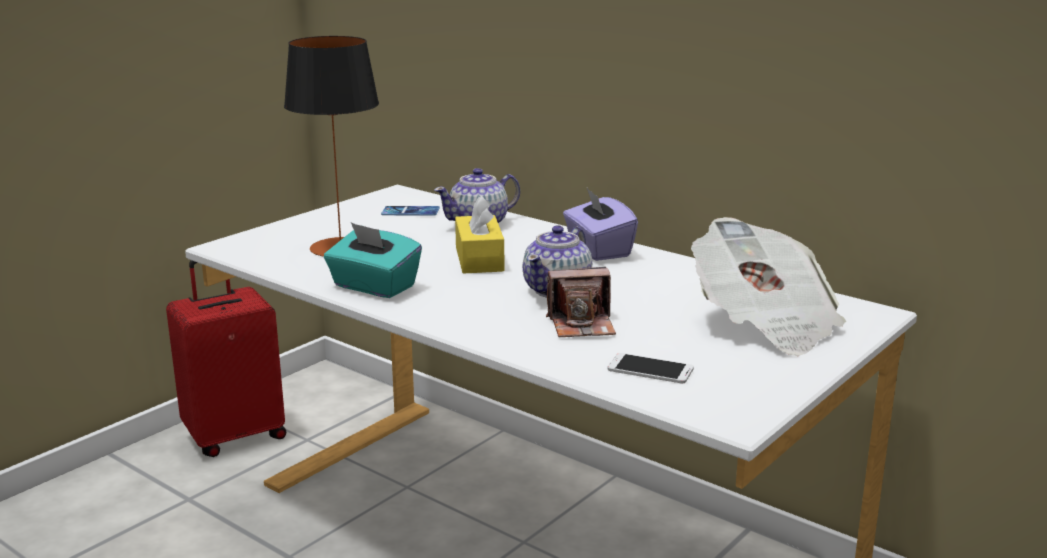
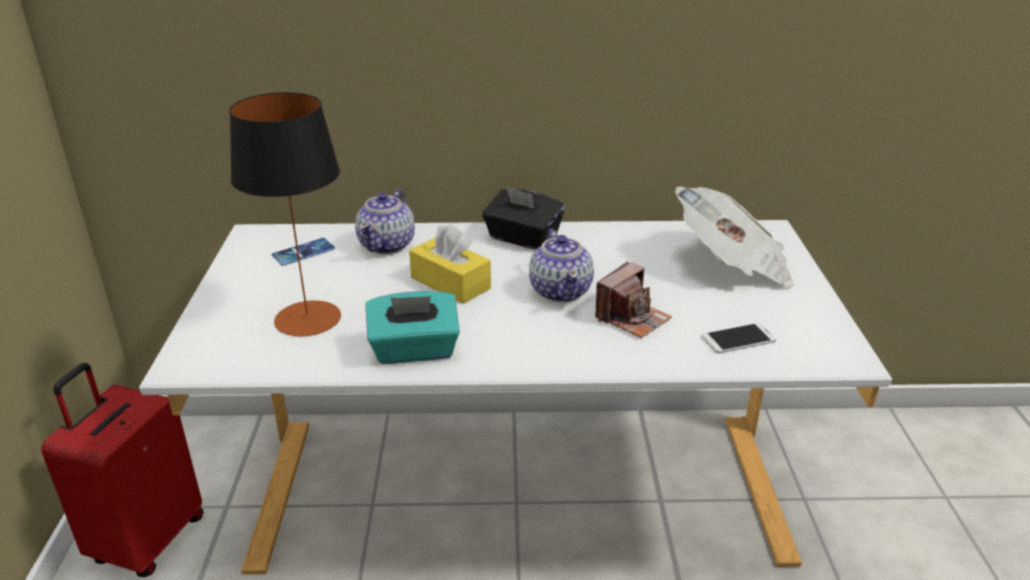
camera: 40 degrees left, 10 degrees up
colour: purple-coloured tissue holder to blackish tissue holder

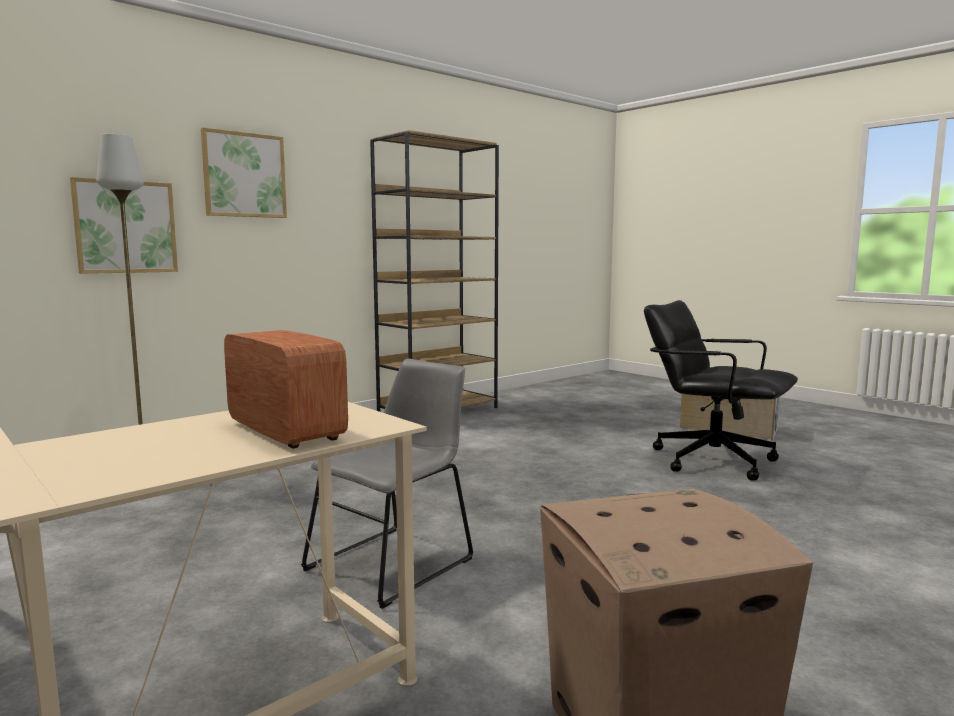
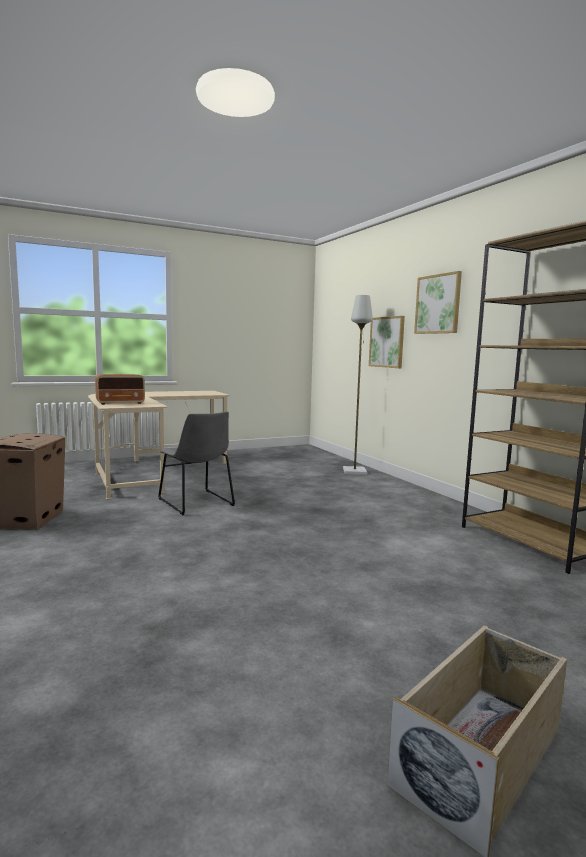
camera: 105 degrees right, 0 degrees up
missing: blackish office chair

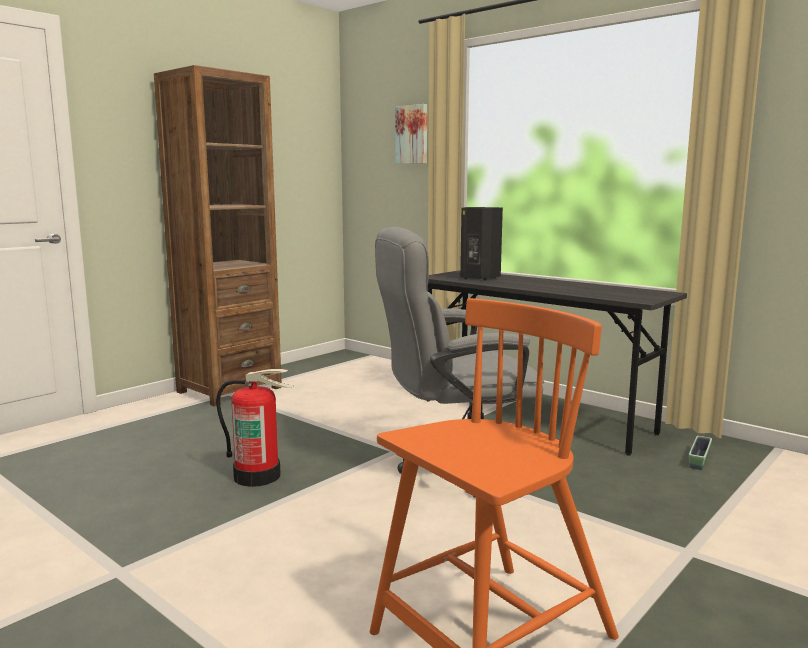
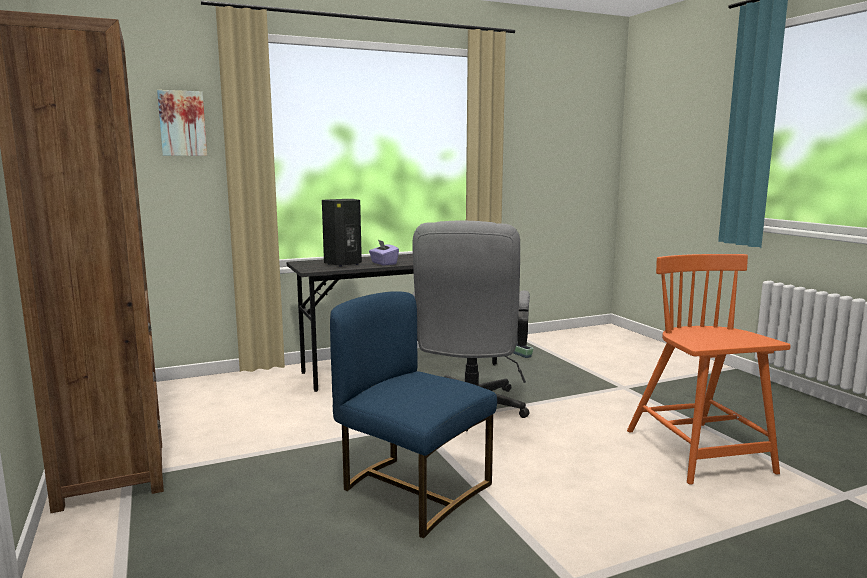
camera: 65 degrees left, 0 degrees up
appeared: purple-coloured tissue holder
exchanged: extinguisher to blue upright chair

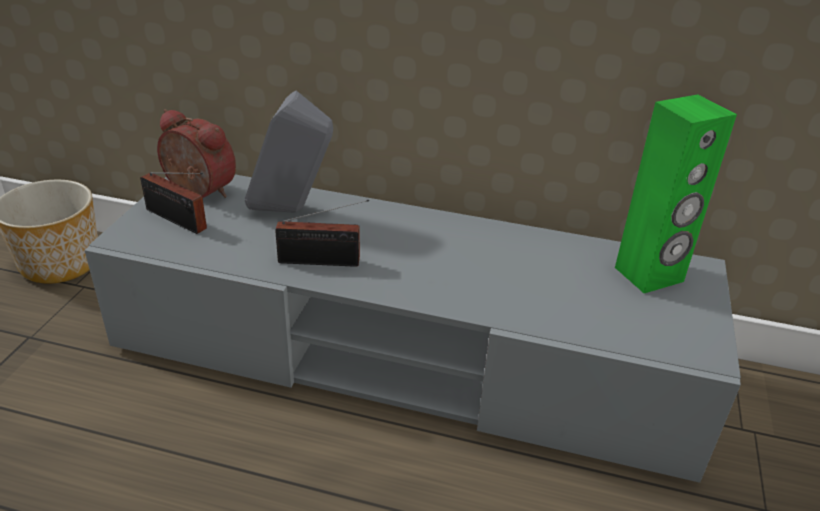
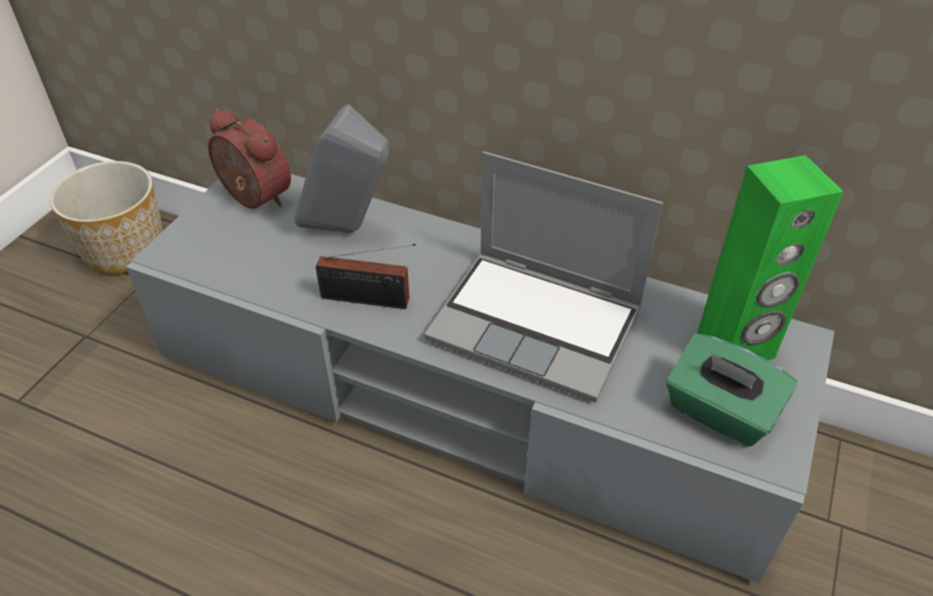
camera: 10 degrees right, 10 degrees up
missing: radio receiver (no. 1 from left)
appeared: portable computer; greenish tissue holder

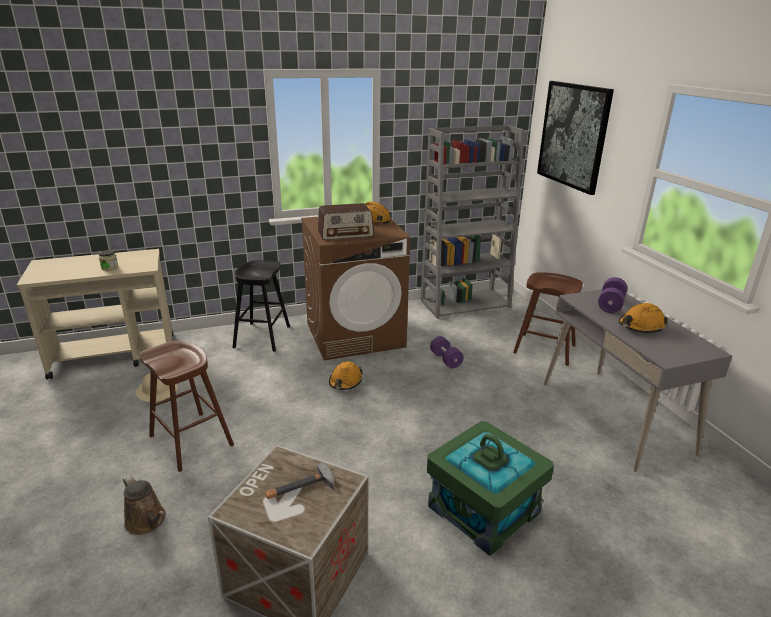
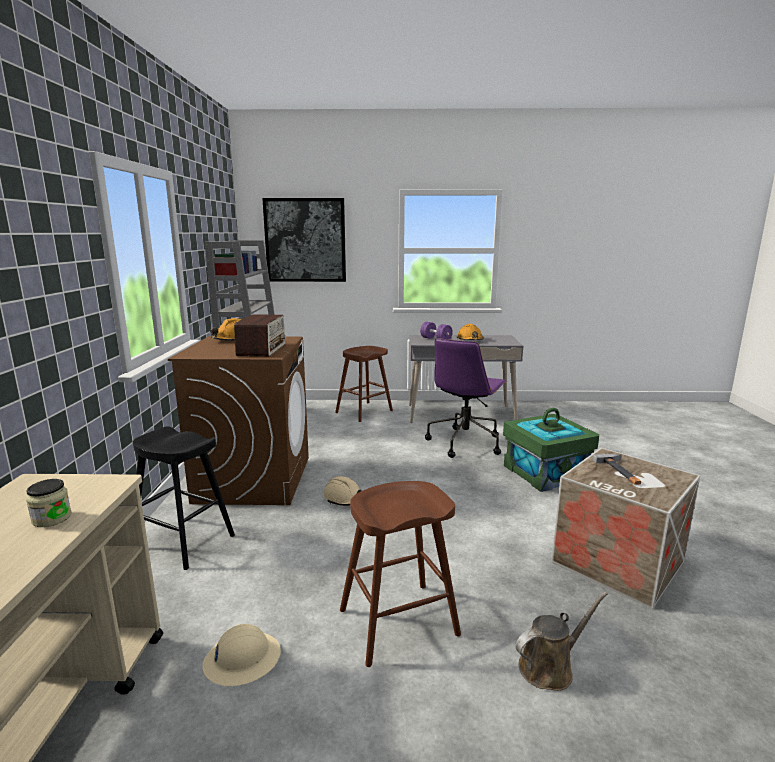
camera: 70 degrees left, 10 degrees down
missing: purple-coloured hand weight (no. 1 from left)
appeared: purple-coloured office chair
colour: orangey safety helmet (no. 1 from left) to beige safety helmet (no. 2 from left)

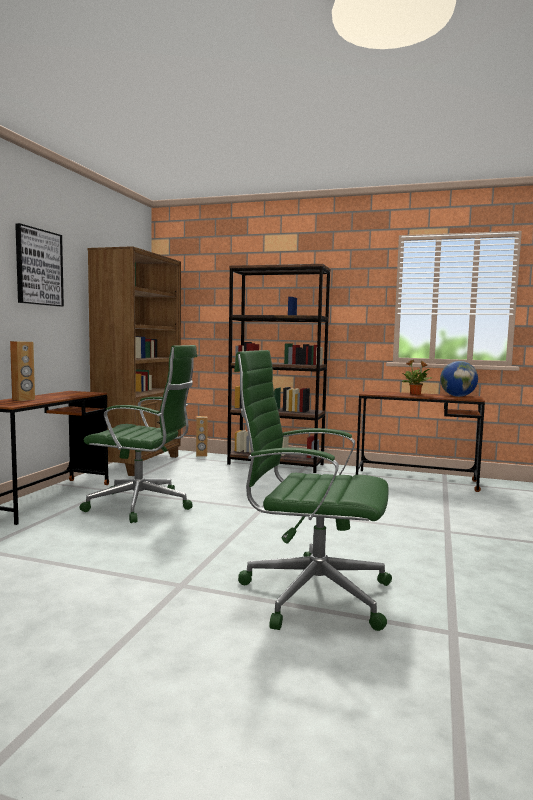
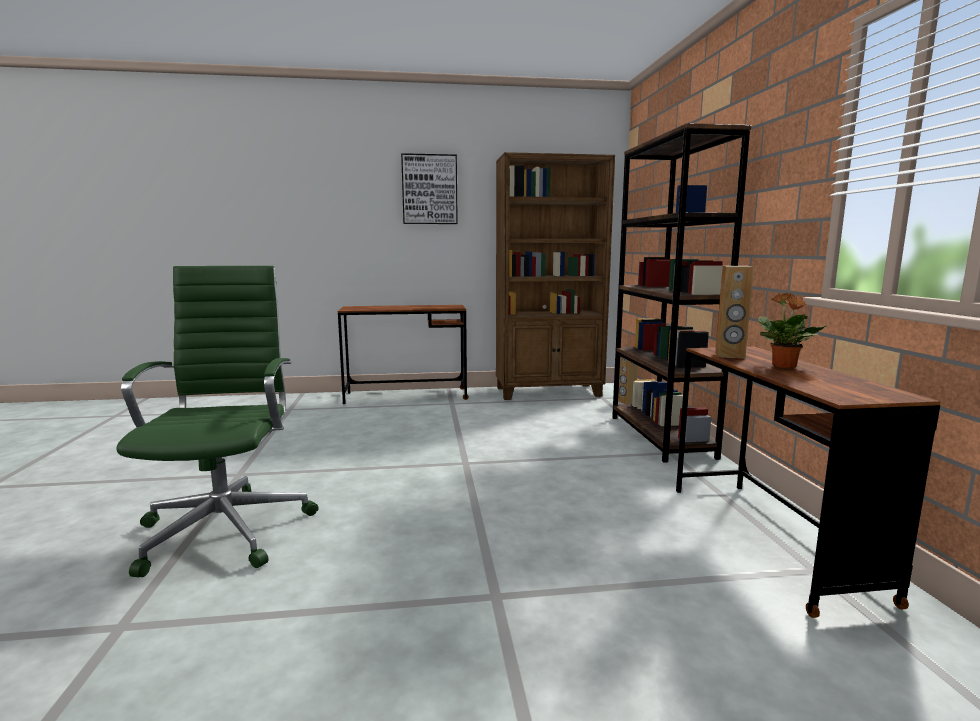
camera: 65 degrees right, 5 degrees up
missing: greenish office chair (no. 1 from left); world globe
relocated: brown speaker (no. 1 from left in the first image) to brown speaker (no. 2 from left)

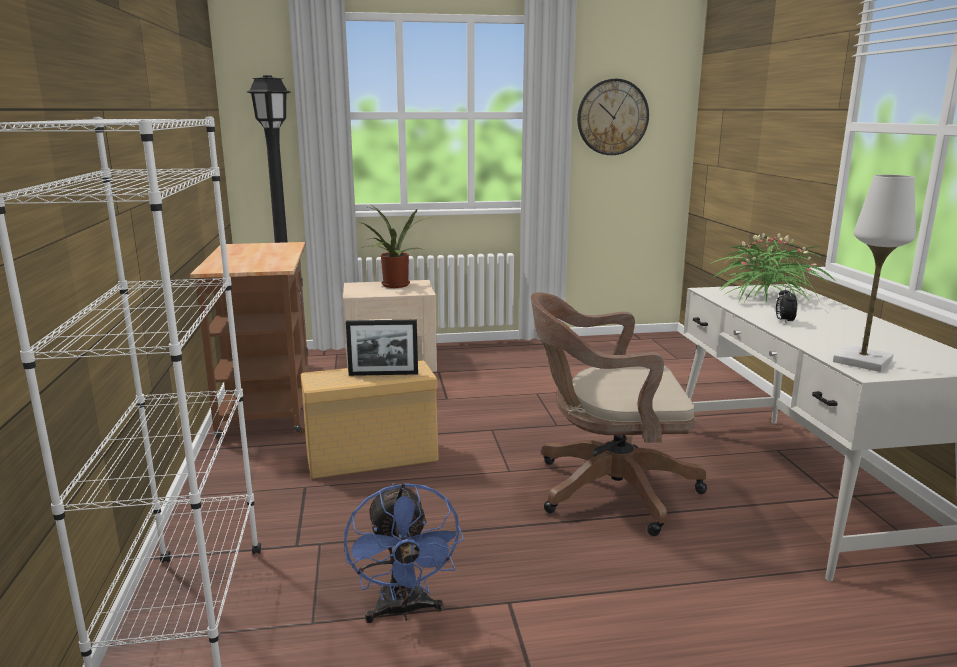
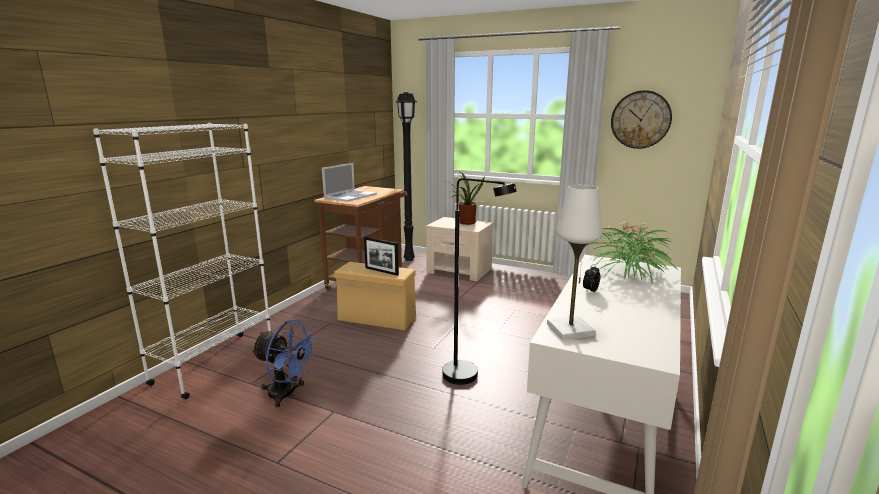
camera: 35 degrees right, 0 degrees up
appeared: portable computer
exchanged: brown office chair to blackish standard lamp (no. 2 from left)
spun: blue cooling fan 90 degrees counterclockwise

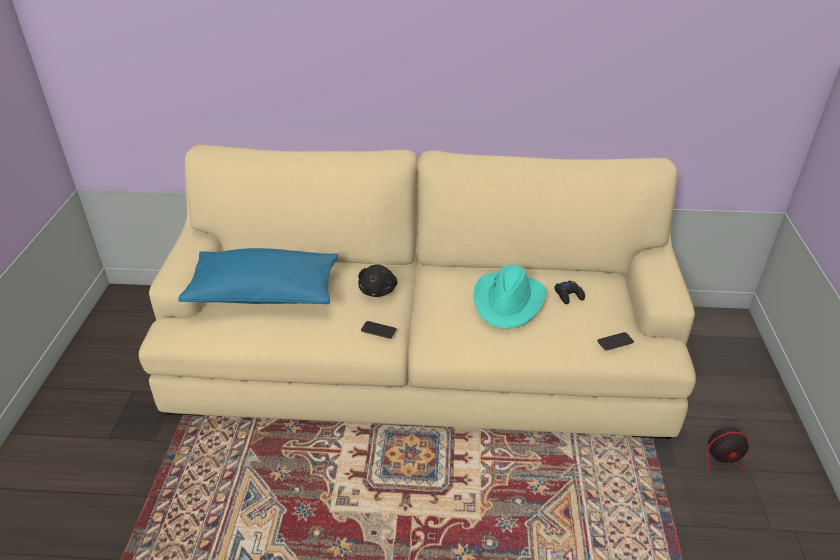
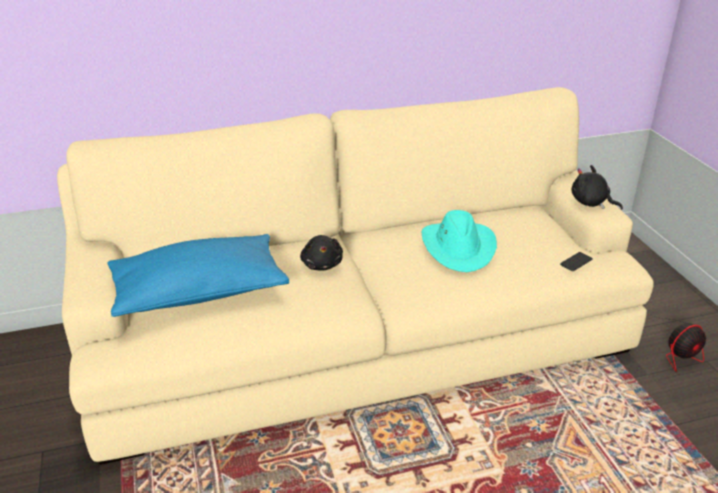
camera: 20 degrees left, 5 degrees down
missing: blackish gamepad; telephone (no. 1 from left)
appeared: blackish cuddly toy (no. 2 from left)

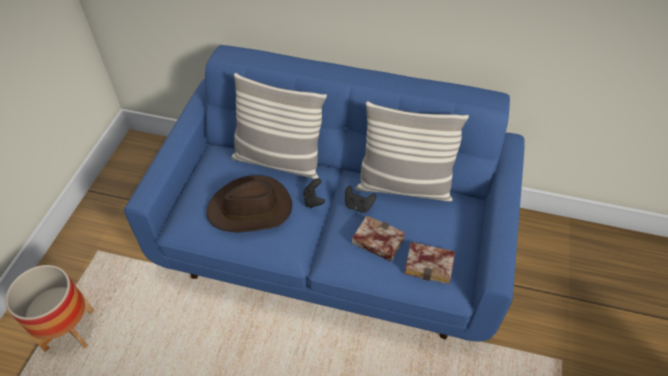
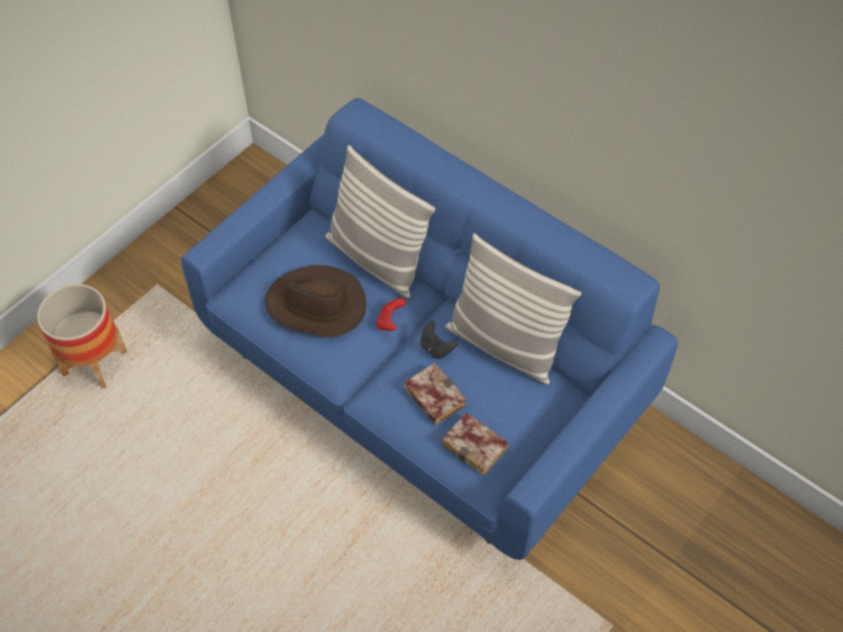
camera: 25 degrees right, 5 degrees up
colour: blackish gamepad (no. 1 from left) to red-coloured gamepad

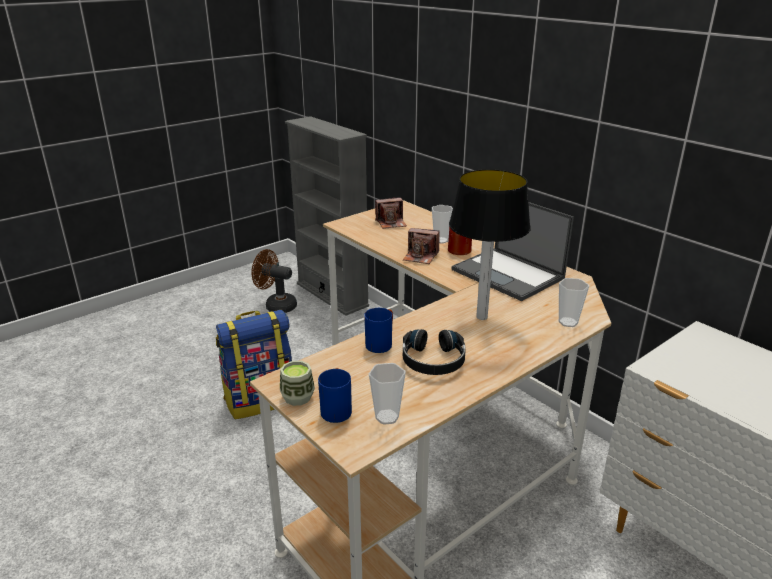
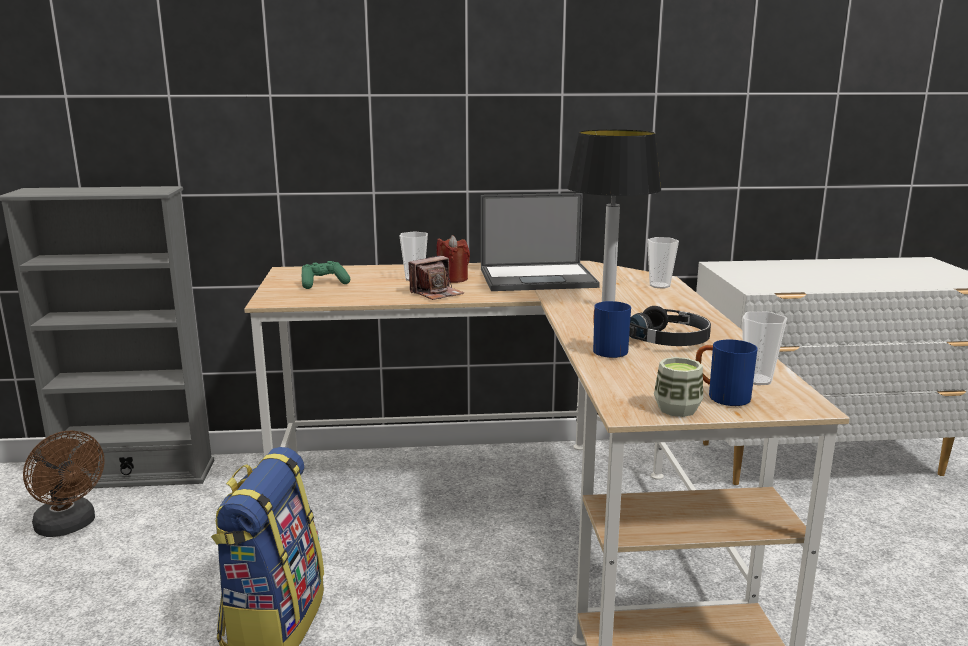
camera: 55 degrees left, 10 degrees down
exchanged: still camera (no. 1 from left) to greenish gamepad
spun: brown cooling fan 105 degrees counterclockwise

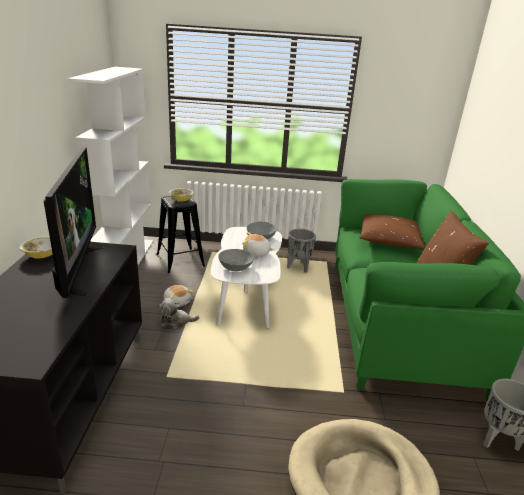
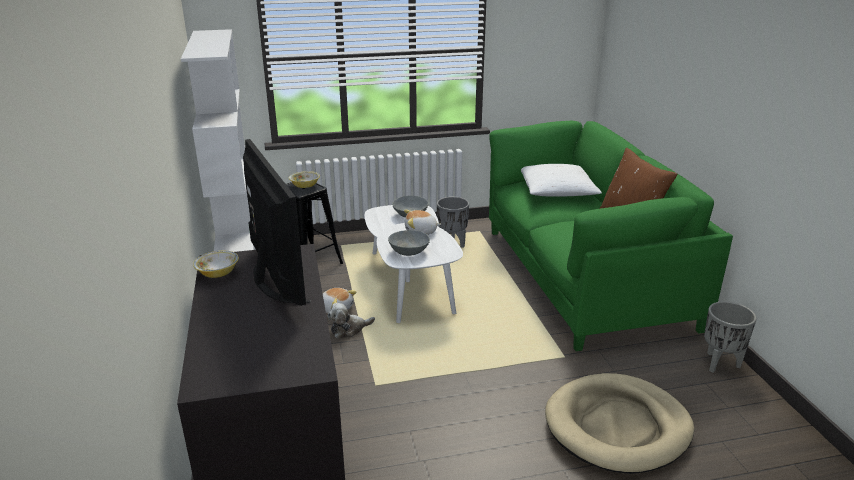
camera: 15 degrees left, 0 degrees up
colour: brown cushion (no. 1 from left) to white-coloured cushion

